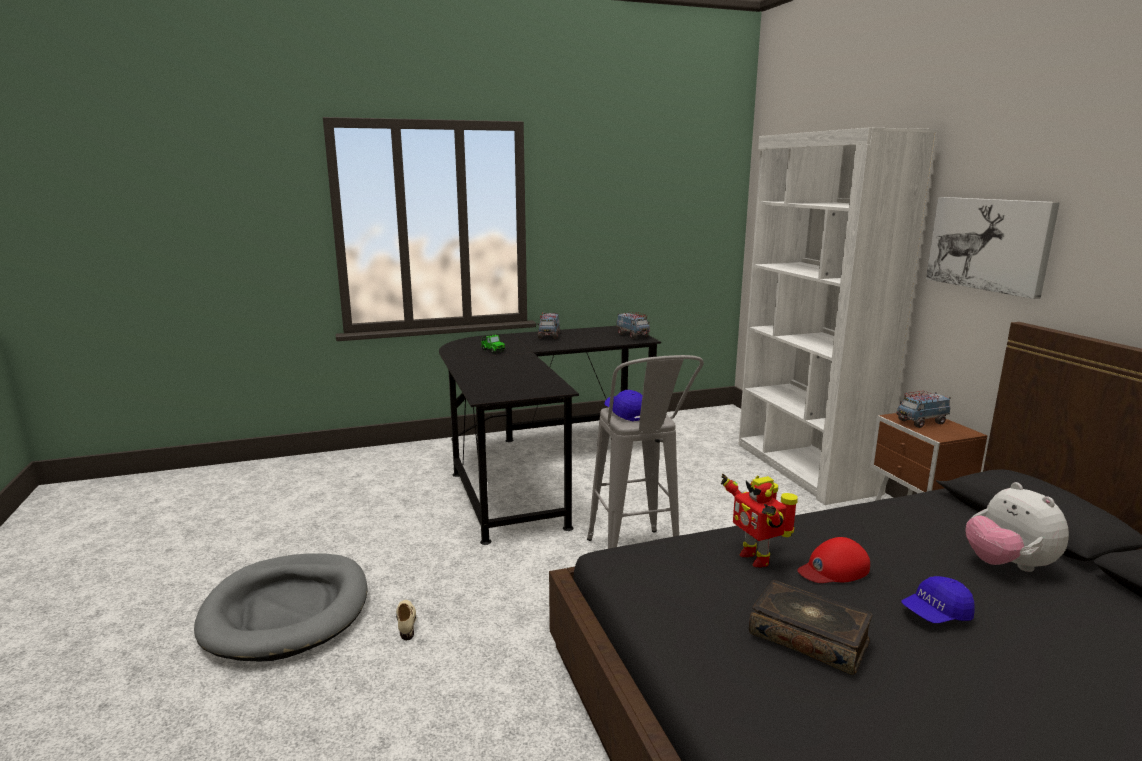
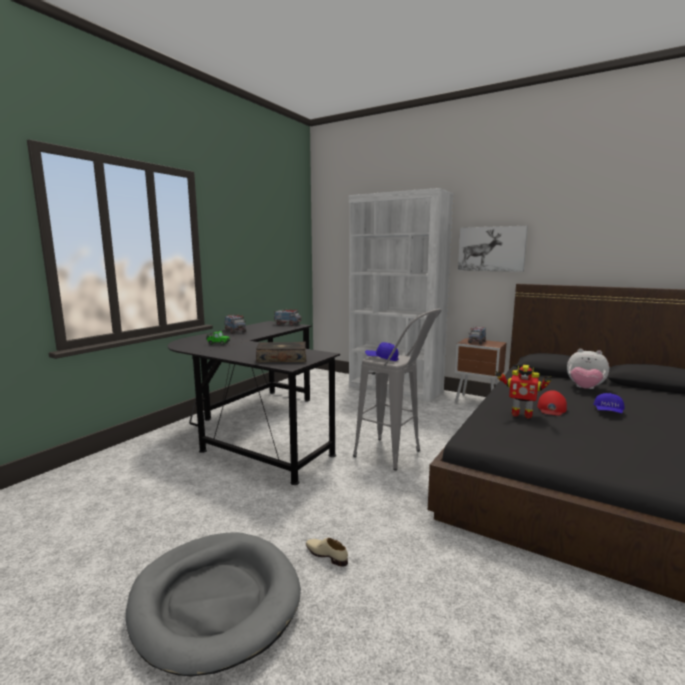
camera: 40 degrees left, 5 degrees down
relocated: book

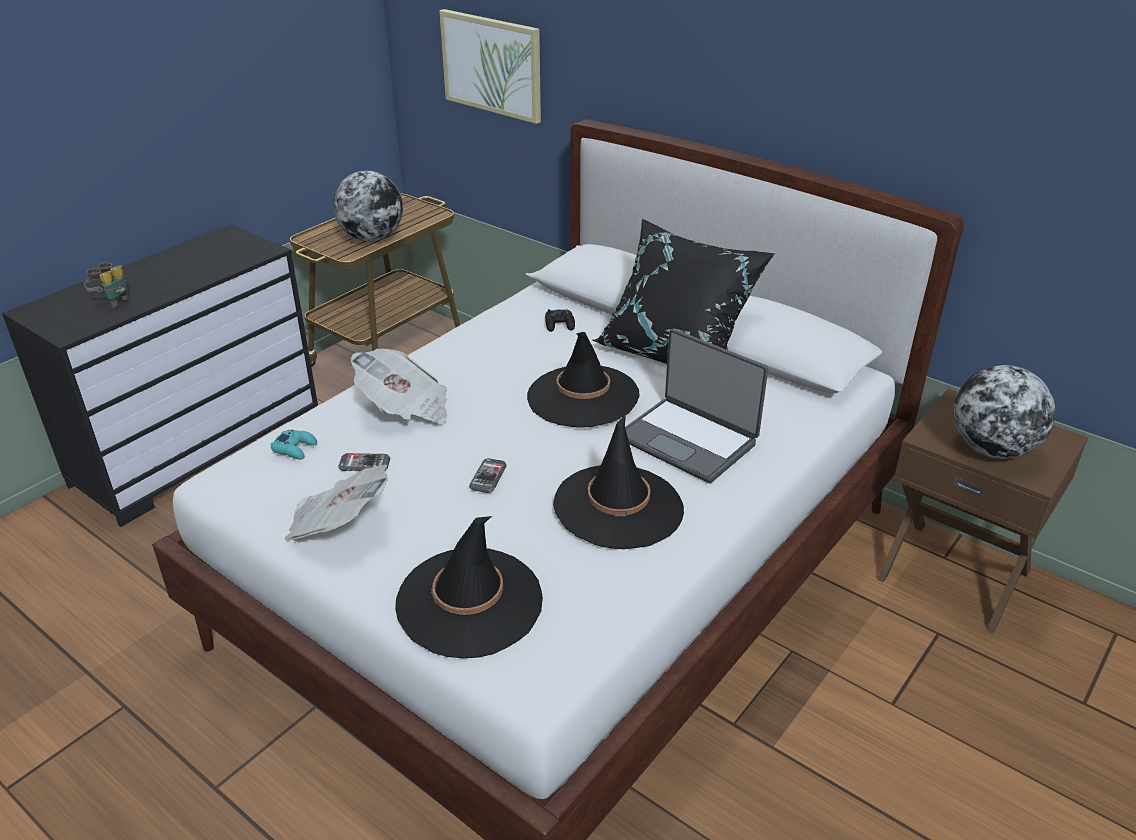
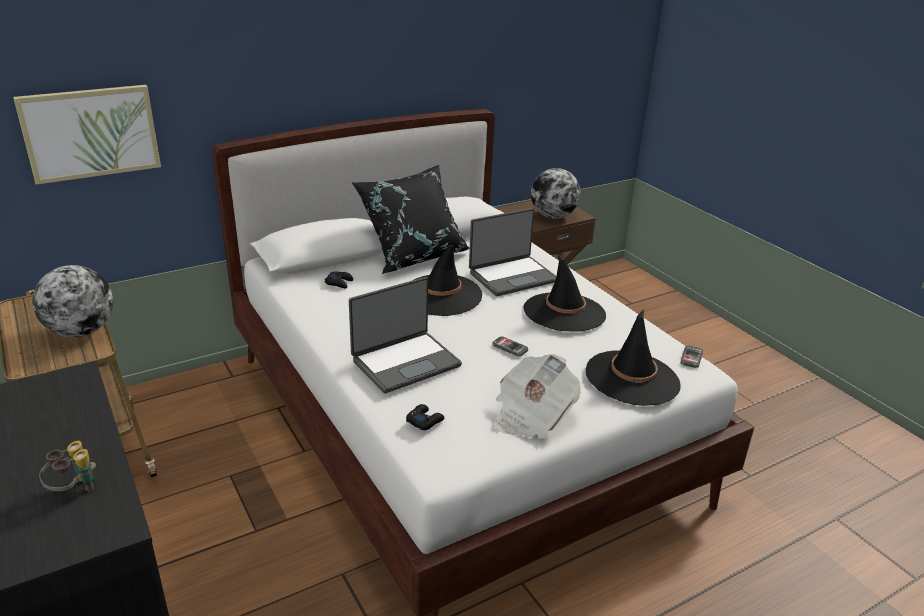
camera: 70 degrees left, 5 degrees down
relocated: telephone (no. 1 from left in the first image) to telephone (no. 2 from left)
exchanged: daily paper (no. 2 from left) to portable computer (no. 1 from left)
colour: blue-green gamepad to blackish gamepad (no. 2 from left)

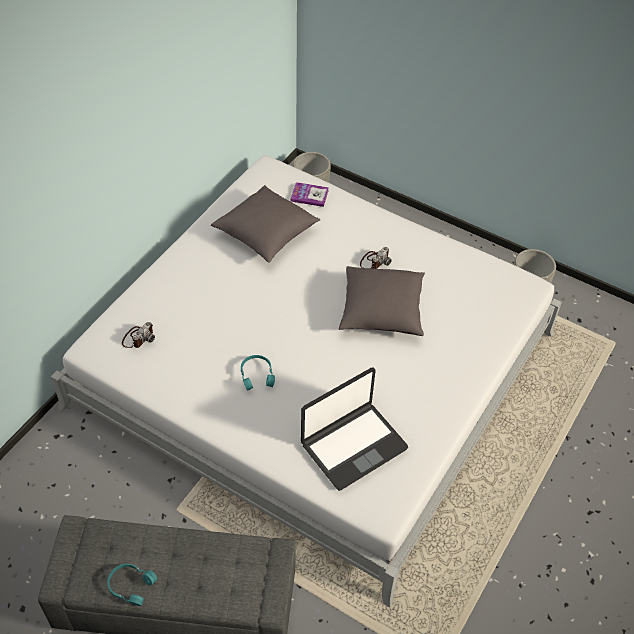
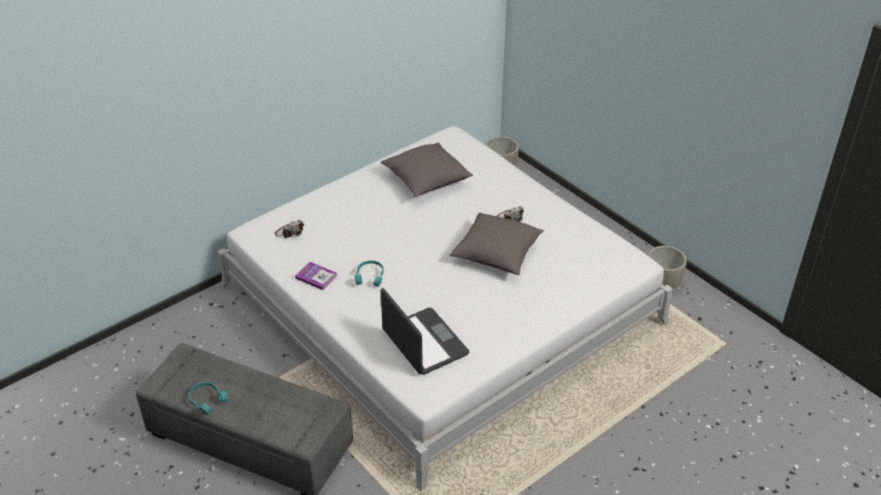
camera: 20 degrees right, 10 degrees down
relocated: book
spun: portable computer 105 degrees counterclockwise

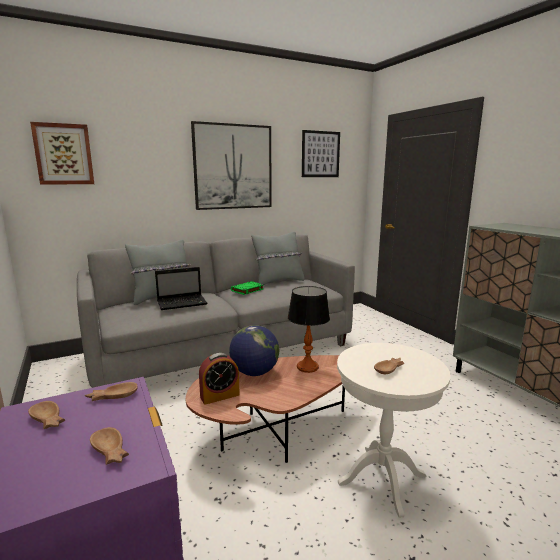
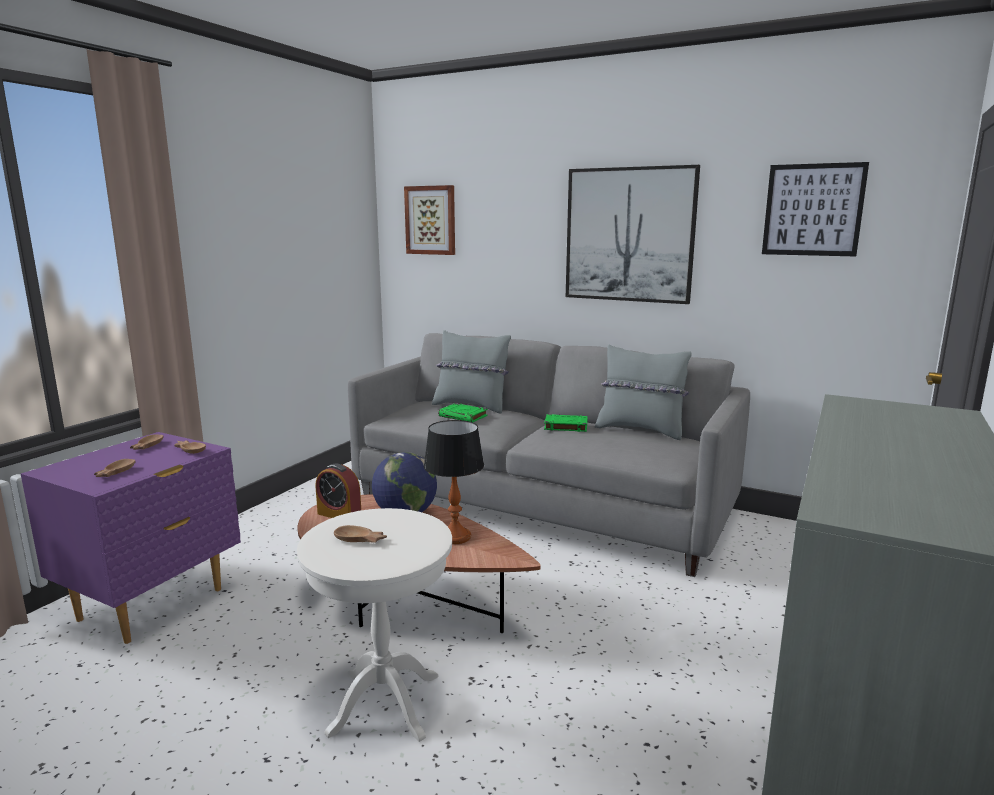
camera: 55 degrees right, 0 degrees up
exchanged: portable computer to greenish book (no. 1 from left)

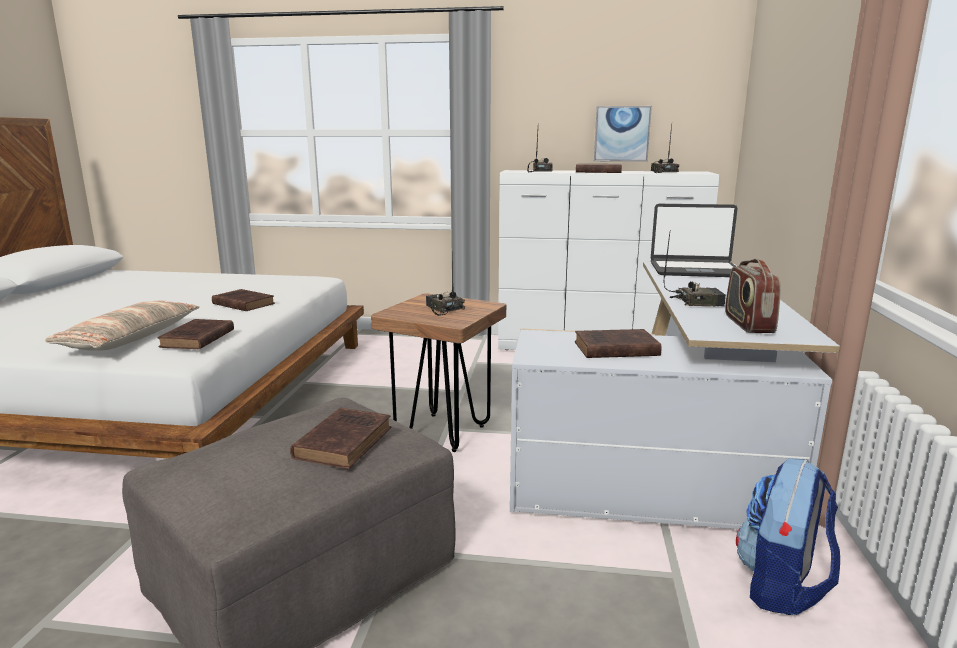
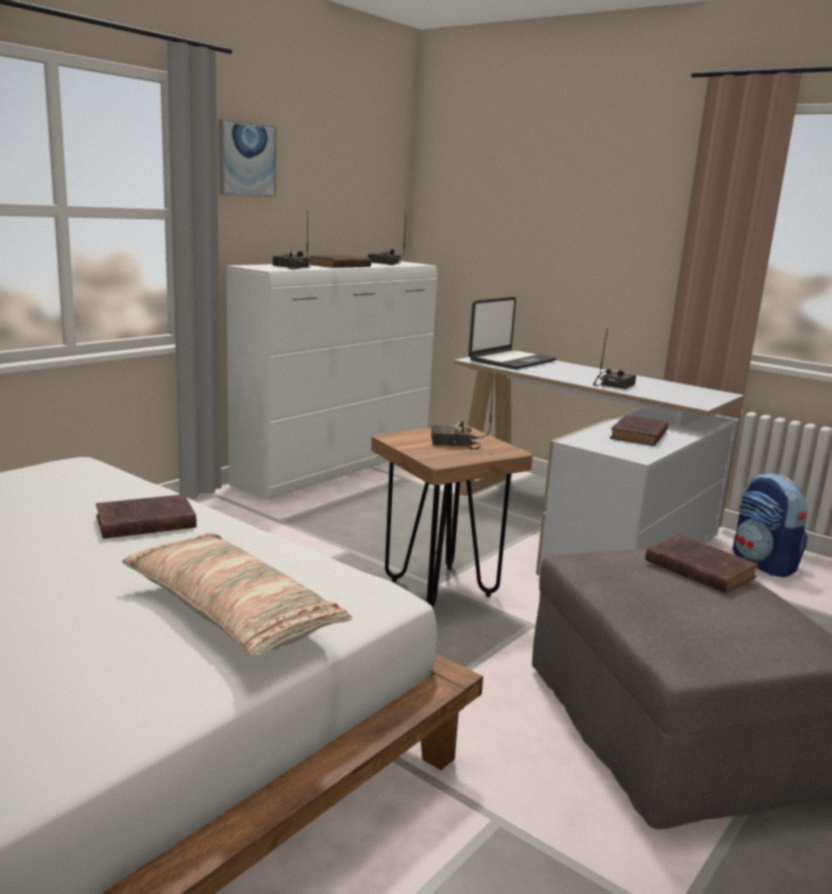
camera: 60 degrees left, 0 degrees up
missing: radio receiver (no. 5 from left); brown book (no. 1 from left)
relocated: picture

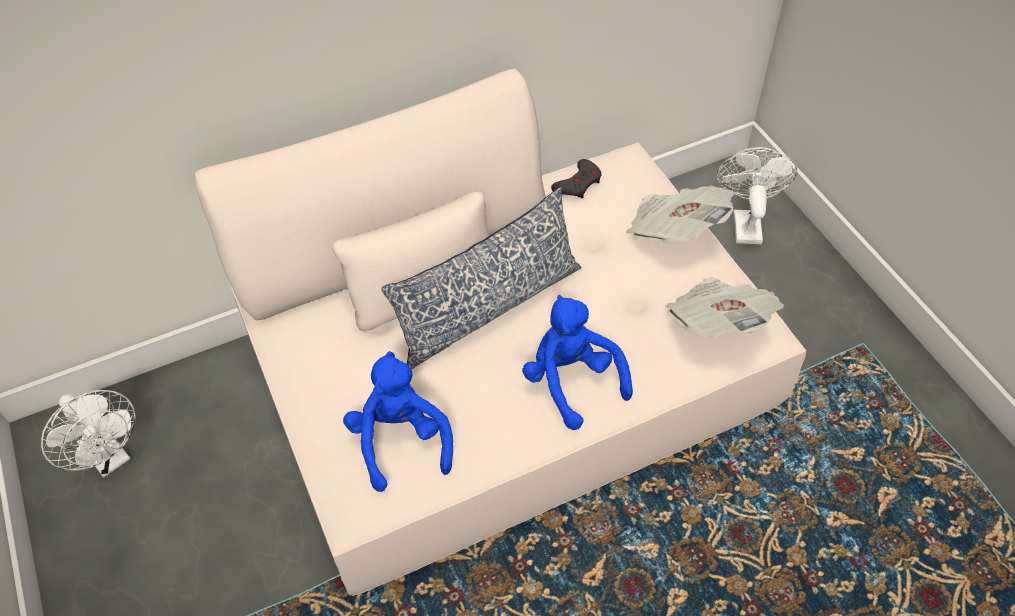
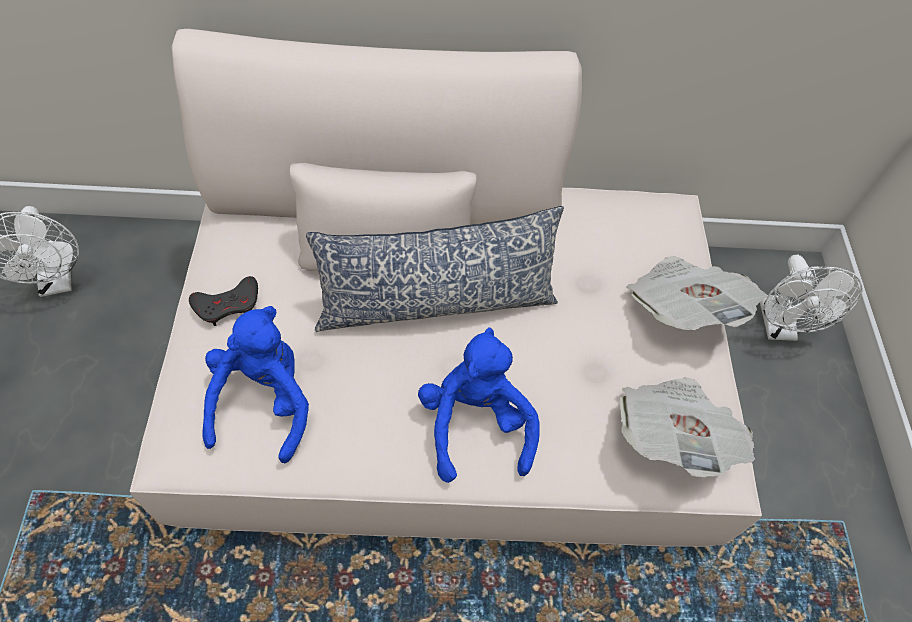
camera: 20 degrees right, 5 degrees up
relocated: grey gamepad
spun: white-coloured cooling fan (no. 2 from left) 150 degrees clockwise

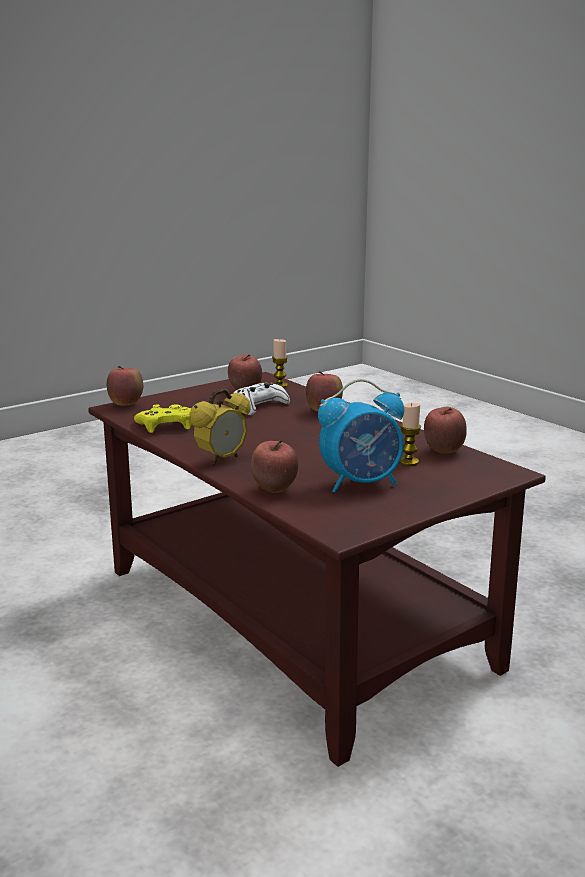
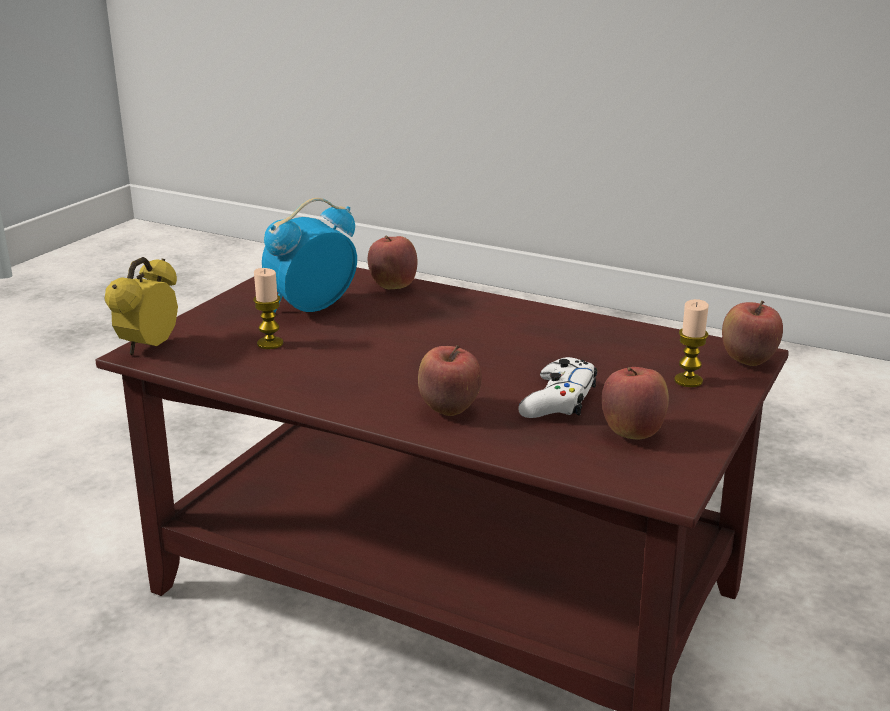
camera: 155 degrees right, 5 degrees up
missing: yellowish gamepad; apple fruit (no. 5 from left)
relocated: wax candle (no. 1 from left in the first image) to wax candle (no. 2 from left); table clock (no. 1 from left)

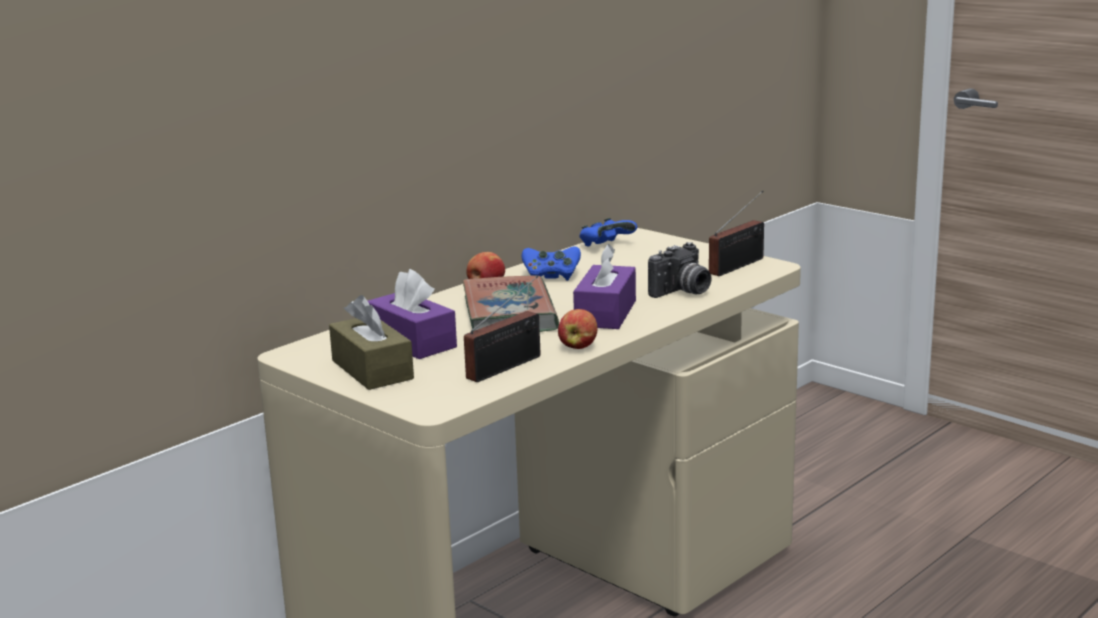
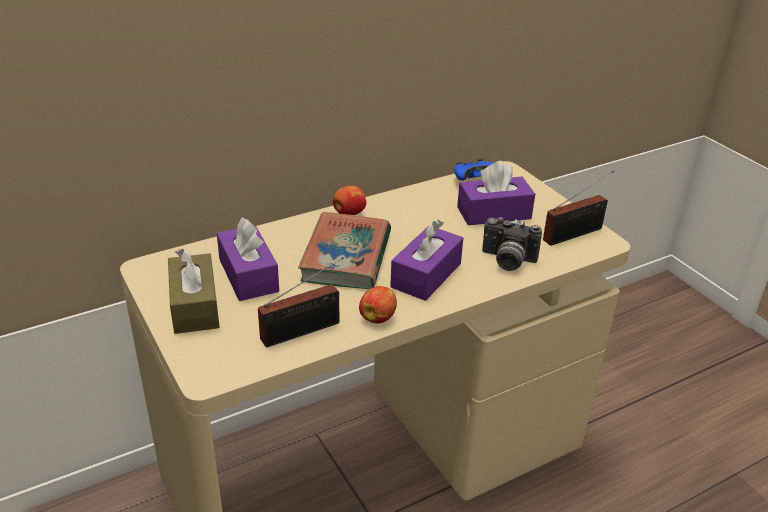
camera: 15 degrees right, 15 degrees up
missing: blue gamepad (no. 1 from left)
appeared: purple-coloured tissue holder (no. 3 from left)
spun: still camera 45 degrees clockwise

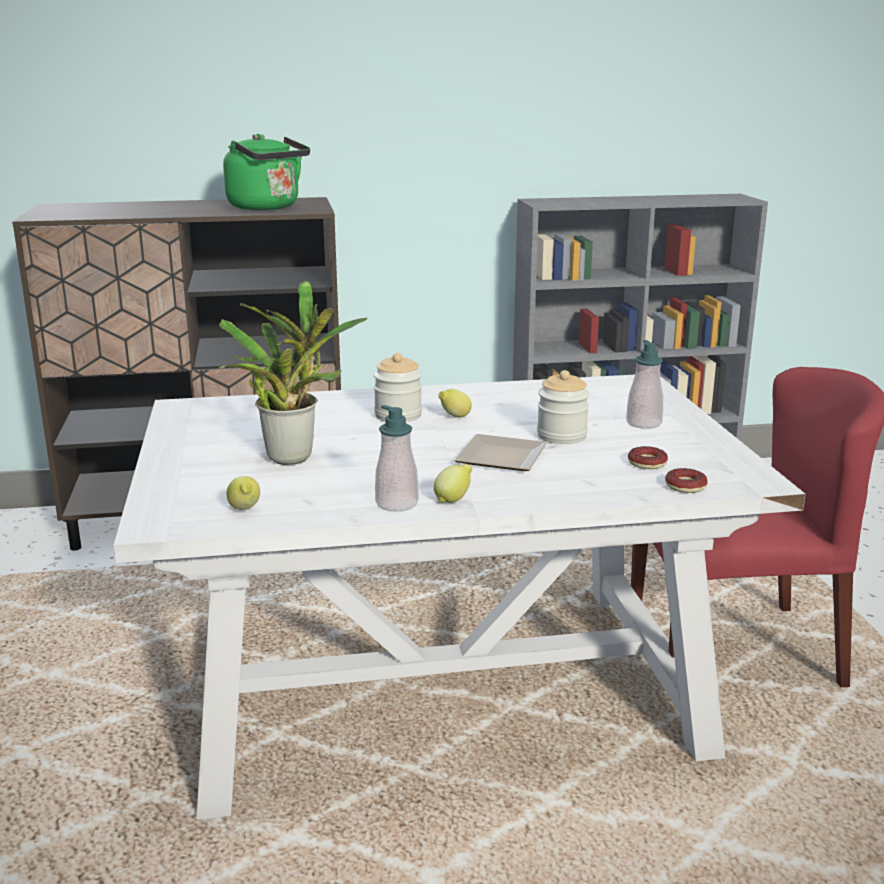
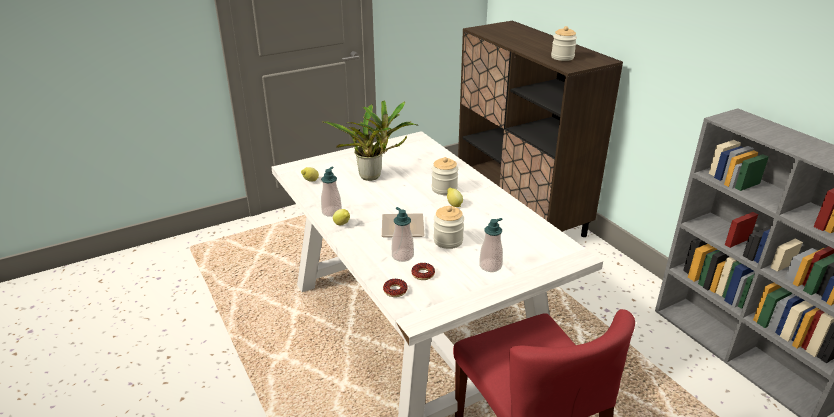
camera: 70 degrees right, 10 degrees up
appeared: liquid soap bottle (no. 2 from left)
exchanged: greenish kettle to preserve jar (no. 3 from left)

